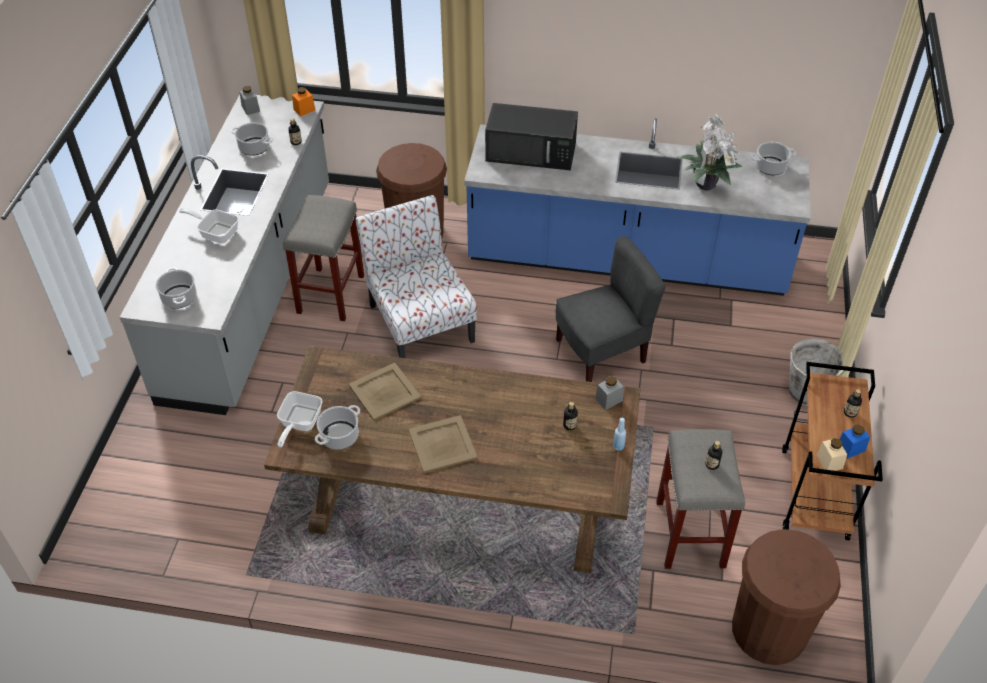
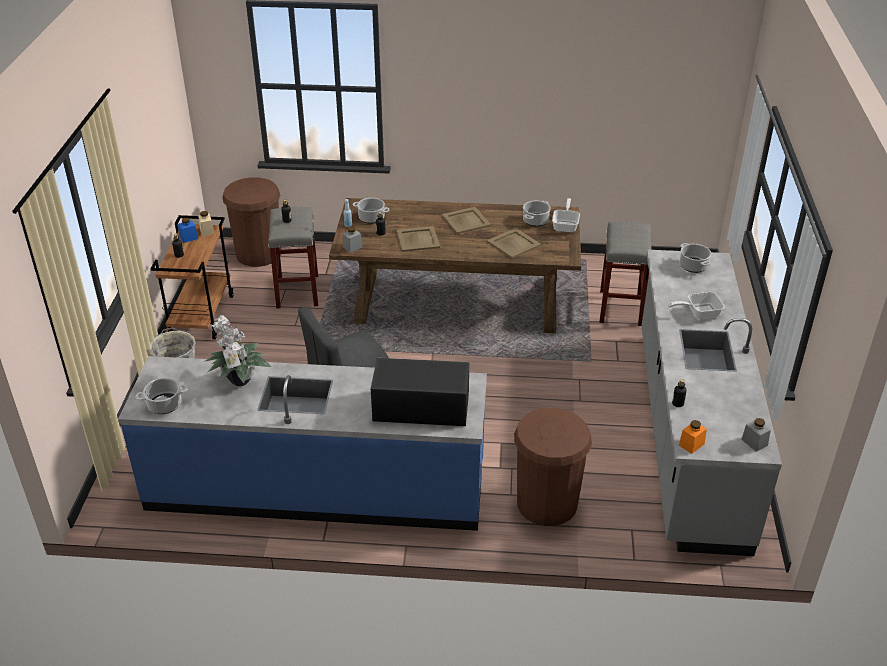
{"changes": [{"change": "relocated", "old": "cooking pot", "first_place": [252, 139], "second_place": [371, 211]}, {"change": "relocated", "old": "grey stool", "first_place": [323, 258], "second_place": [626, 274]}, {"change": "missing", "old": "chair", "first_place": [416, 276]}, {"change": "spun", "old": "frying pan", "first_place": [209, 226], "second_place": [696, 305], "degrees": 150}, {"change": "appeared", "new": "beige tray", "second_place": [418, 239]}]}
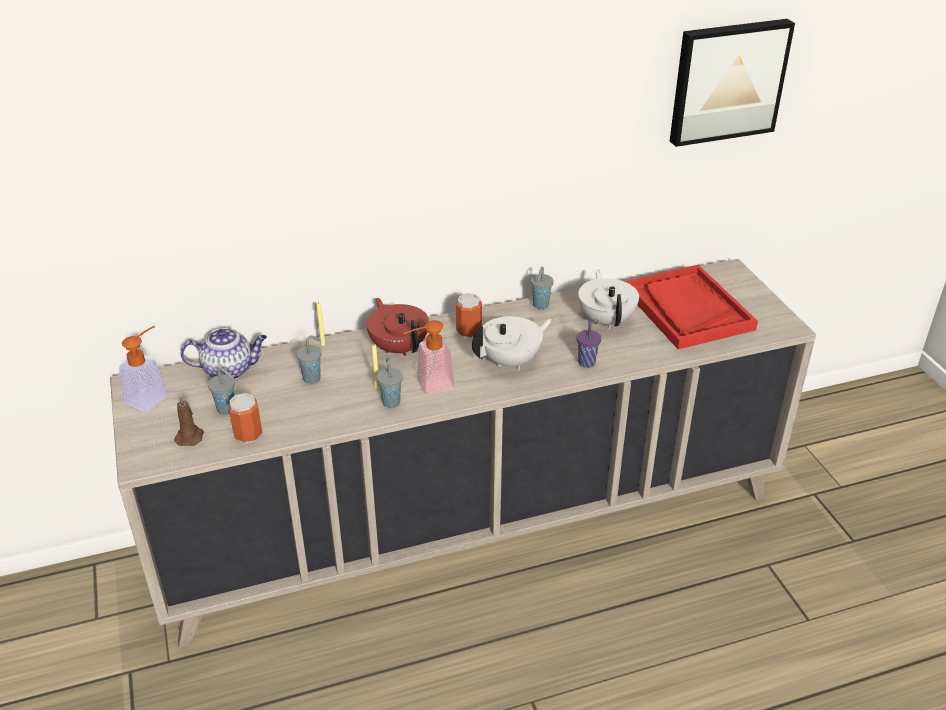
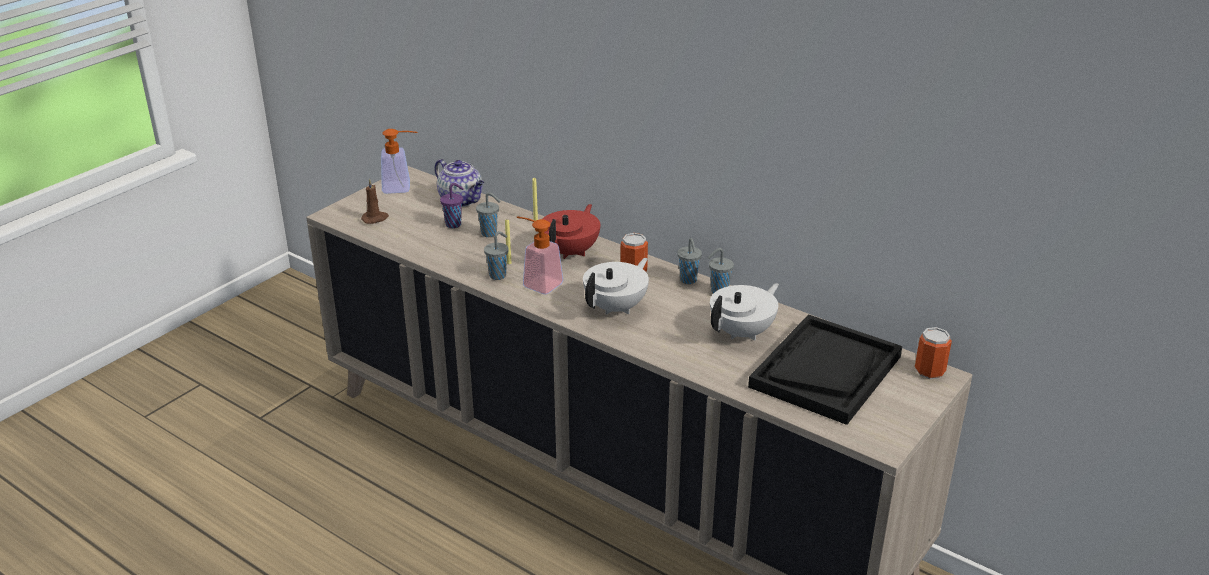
{"changes": [{"change": "missing", "old": "picture", "first_place": [732, 83]}, {"change": "colour", "old": "red tray", "new": "black tray", "first_place": [691, 307], "second_place": [825, 369]}, {"change": "spun", "old": "white teapot", "first_place": [512, 343], "second_place": [616, 286], "degrees": -75}, {"change": "relocated", "old": "purple cup", "first_place": [589, 343], "second_place": [452, 205]}, {"change": "relocated", "old": "grey cup", "first_place": [221, 391], "second_place": [689, 261]}, {"change": "relocated", "old": "can", "first_place": [245, 418], "second_place": [933, 353]}]}
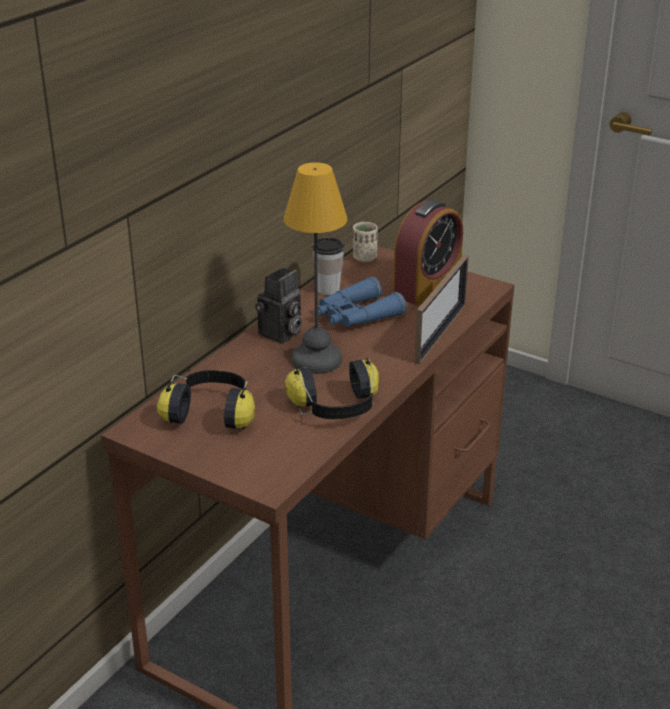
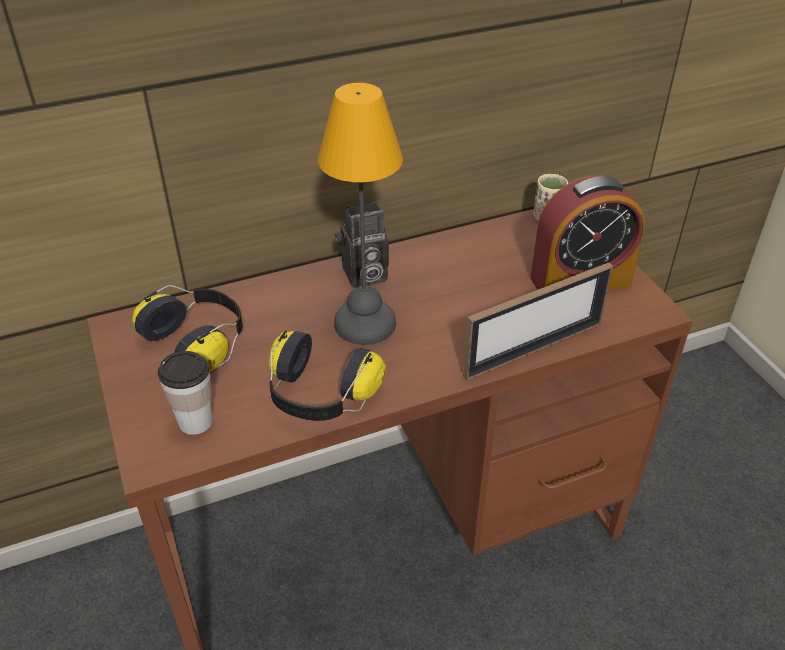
{"changes": [{"change": "relocated", "old": "cup", "first_place": [328, 266], "second_place": [185, 393]}, {"change": "missing", "old": "blue binoculars", "first_place": [362, 301]}]}
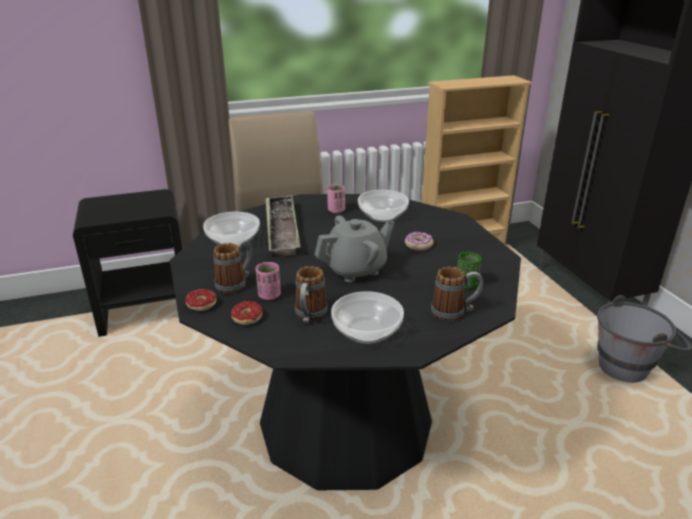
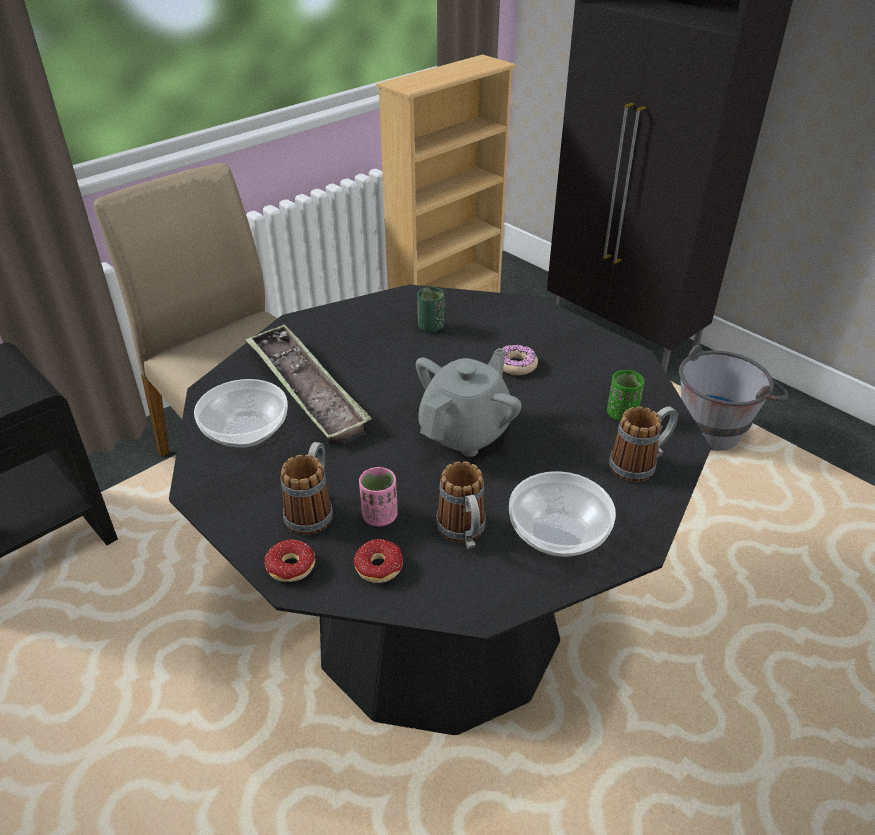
{"changes": [{"change": "missing", "old": "pink cup", "first_place": [336, 198]}, {"change": "exchanged", "old": "bowl", "new": "green cup", "first_place": [383, 206], "second_place": [431, 309]}]}
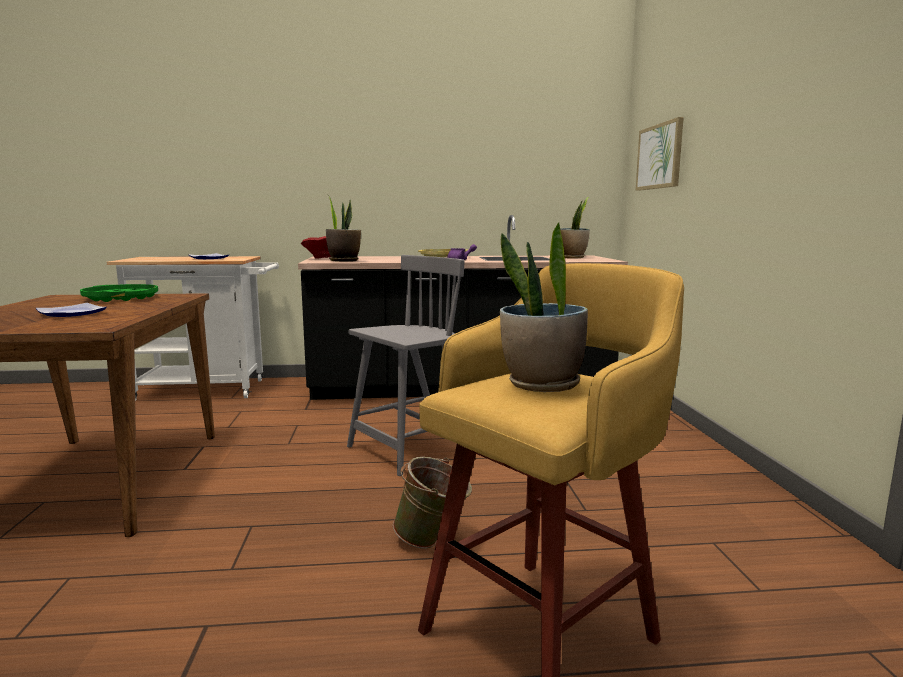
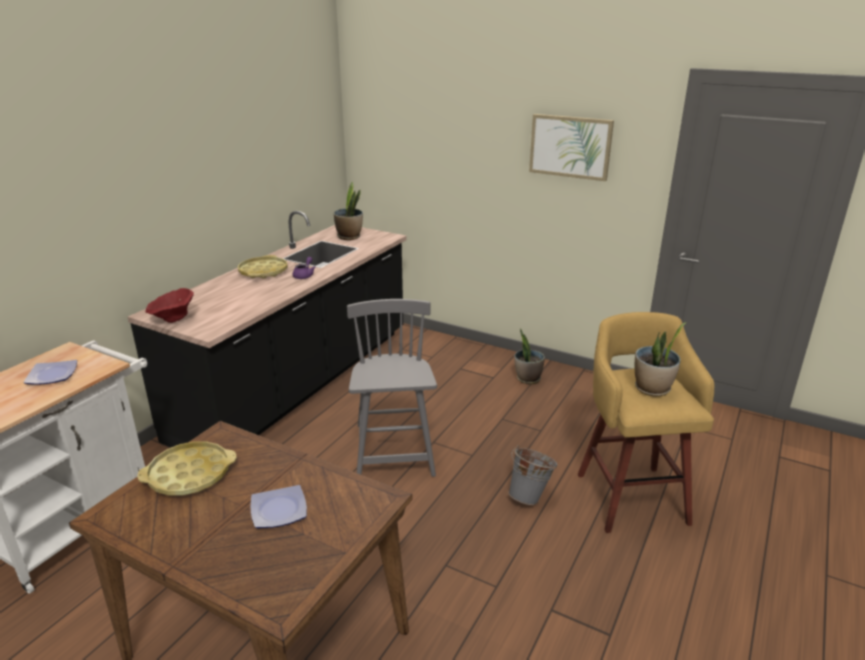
{"changes": [{"change": "relocated", "old": "picture", "first_place": [659, 154], "second_place": [571, 147]}, {"change": "relocated", "old": "potted plant", "first_place": [343, 228], "second_place": [529, 356]}, {"change": "colour", "old": "green tray", "new": "yellow tray", "first_place": [119, 293], "second_place": [187, 468]}, {"change": "colour", "old": "green bucket", "new": "grey bucket", "first_place": [432, 502], "second_place": [532, 475]}]}
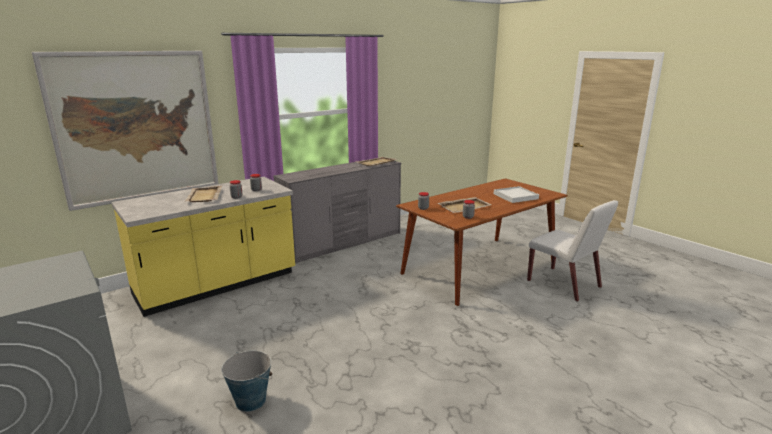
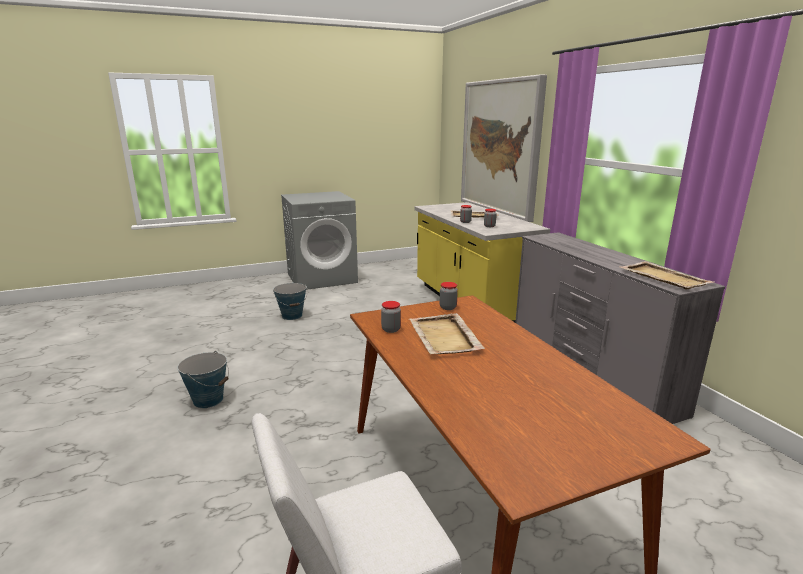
{"changes": [{"change": "missing", "old": "white tray", "first_place": [516, 194]}, {"change": "appeared", "new": "bucket", "second_place": [203, 379]}]}
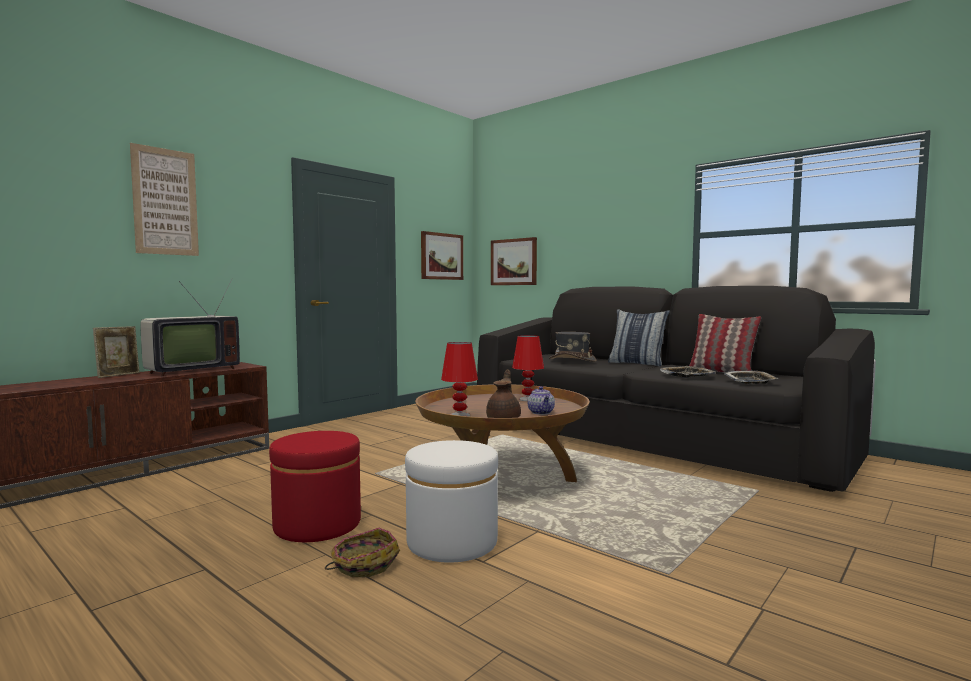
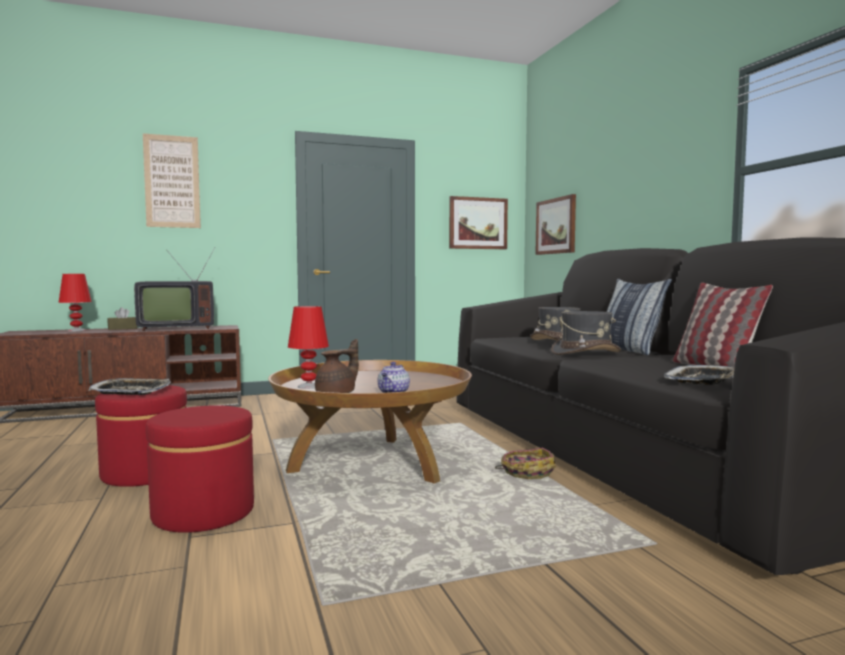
{"changes": [{"change": "exchanged", "old": "picture frame", "new": "brown tissue box", "first_place": [116, 352], "second_place": [122, 318]}, {"change": "relocated", "old": "red table lamp", "first_place": [528, 368], "second_place": [75, 302]}, {"change": "relocated", "old": "tray", "first_place": [688, 372], "second_place": [129, 386]}, {"change": "colour", "old": "white ottoman", "new": "red ottoman", "first_place": [451, 501], "second_place": [200, 469]}, {"change": "relocated", "old": "basket", "first_place": [362, 552], "second_place": [525, 463]}, {"change": "appeared", "new": "grey hat", "second_place": [586, 333]}]}
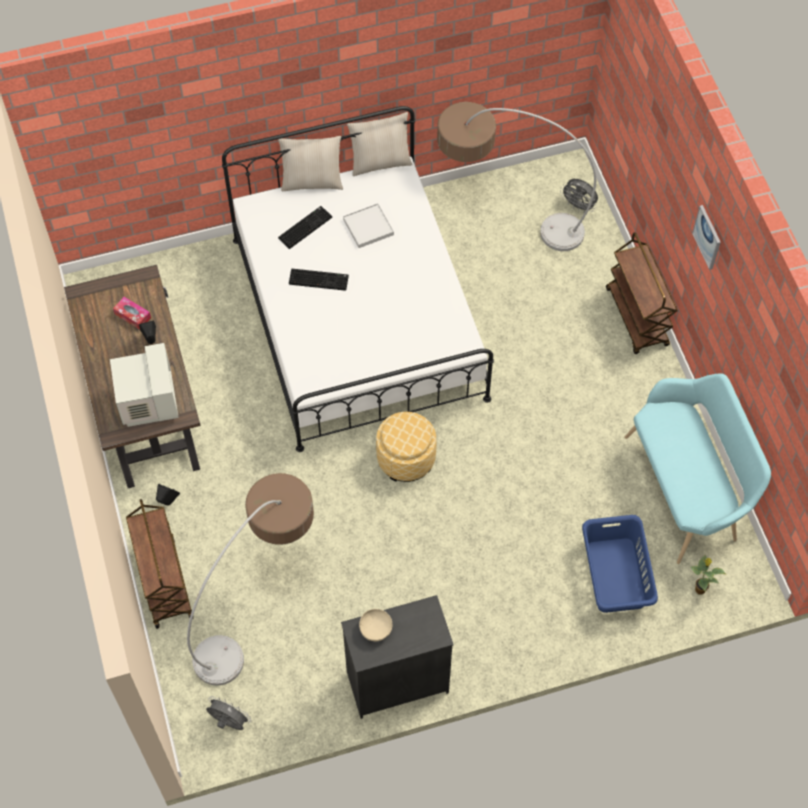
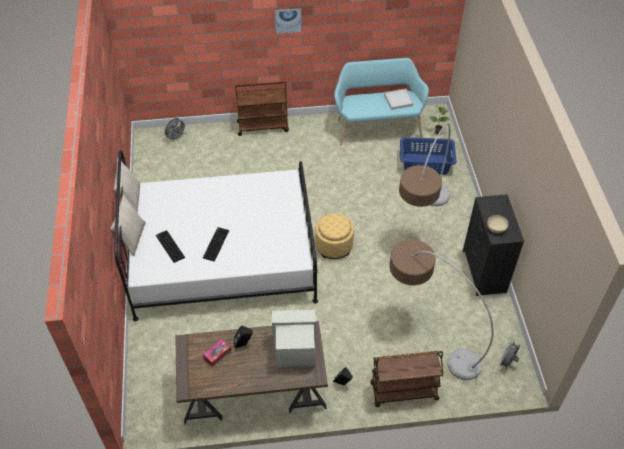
{"changes": [{"change": "relocated", "old": "floor lamp", "first_place": [516, 176], "second_place": [424, 165]}, {"change": "relocated", "old": "white tray", "first_place": [368, 225], "second_place": [399, 99]}]}
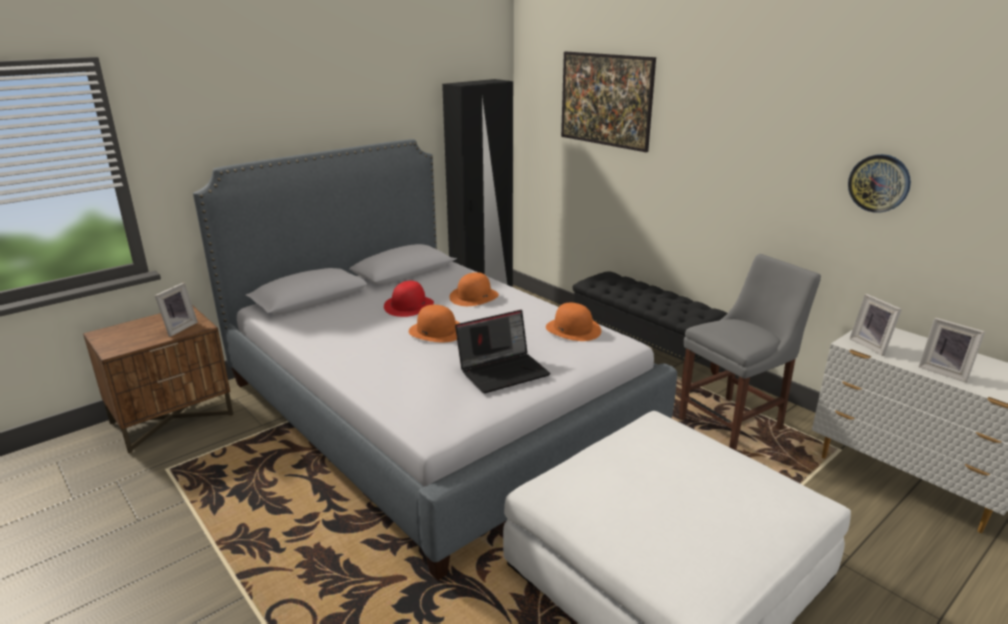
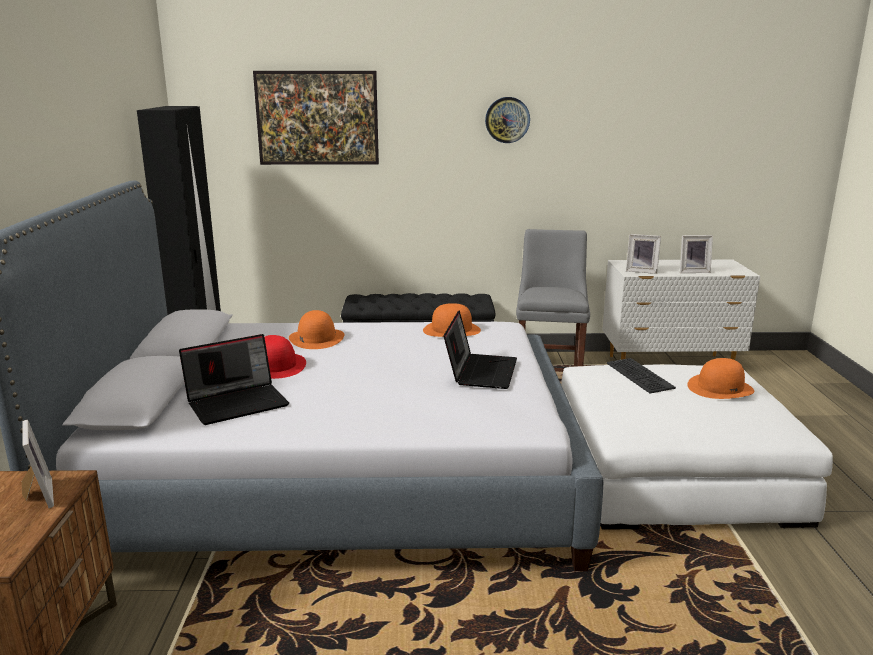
{"changes": [{"change": "relocated", "old": "wall clock", "first_place": [879, 183], "second_place": [507, 120]}, {"change": "relocated", "old": "orange hat", "first_place": [434, 323], "second_place": [720, 378]}, {"change": "appeared", "new": "laptop", "second_place": [234, 379]}, {"change": "appeared", "new": "keyboard", "second_place": [641, 375]}]}
